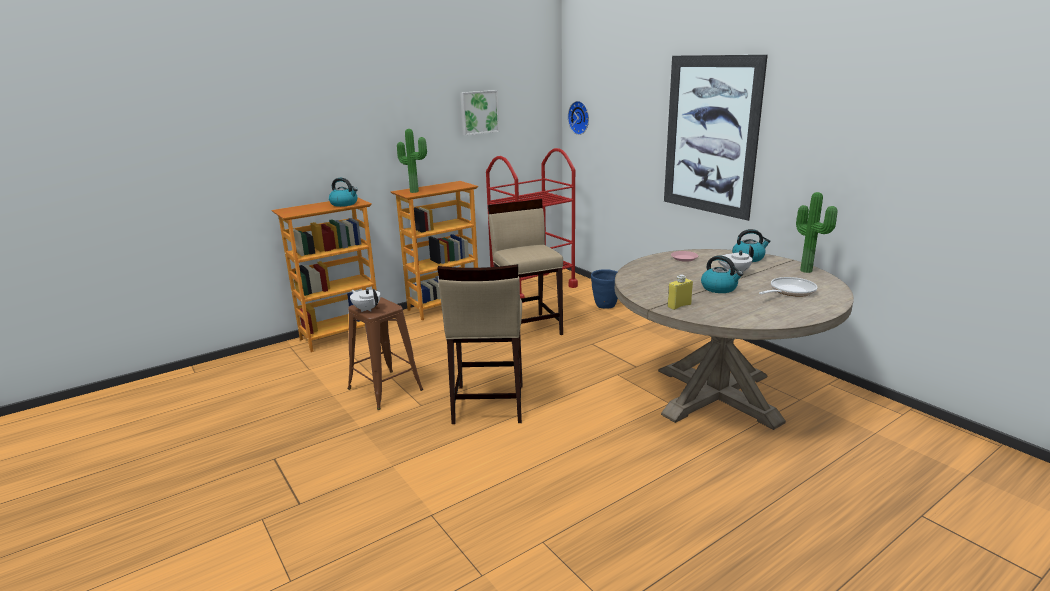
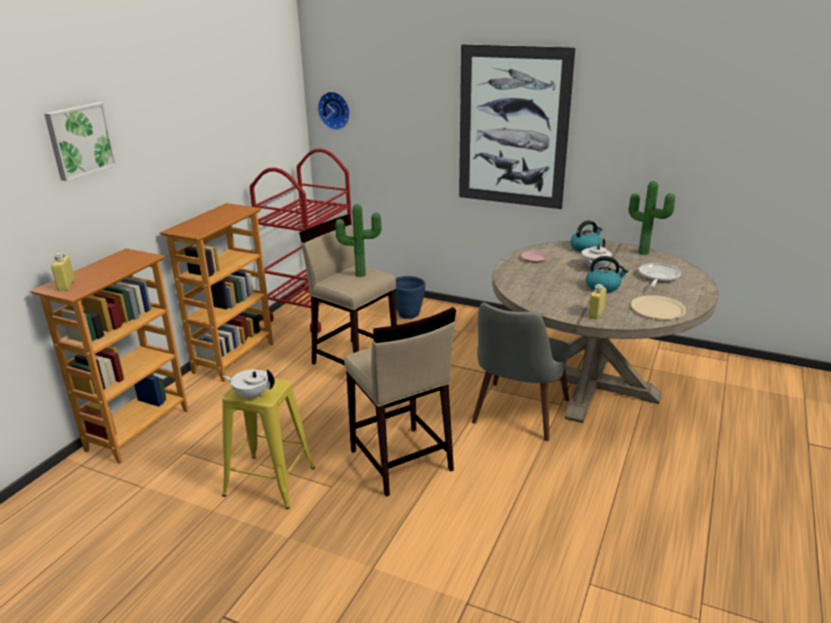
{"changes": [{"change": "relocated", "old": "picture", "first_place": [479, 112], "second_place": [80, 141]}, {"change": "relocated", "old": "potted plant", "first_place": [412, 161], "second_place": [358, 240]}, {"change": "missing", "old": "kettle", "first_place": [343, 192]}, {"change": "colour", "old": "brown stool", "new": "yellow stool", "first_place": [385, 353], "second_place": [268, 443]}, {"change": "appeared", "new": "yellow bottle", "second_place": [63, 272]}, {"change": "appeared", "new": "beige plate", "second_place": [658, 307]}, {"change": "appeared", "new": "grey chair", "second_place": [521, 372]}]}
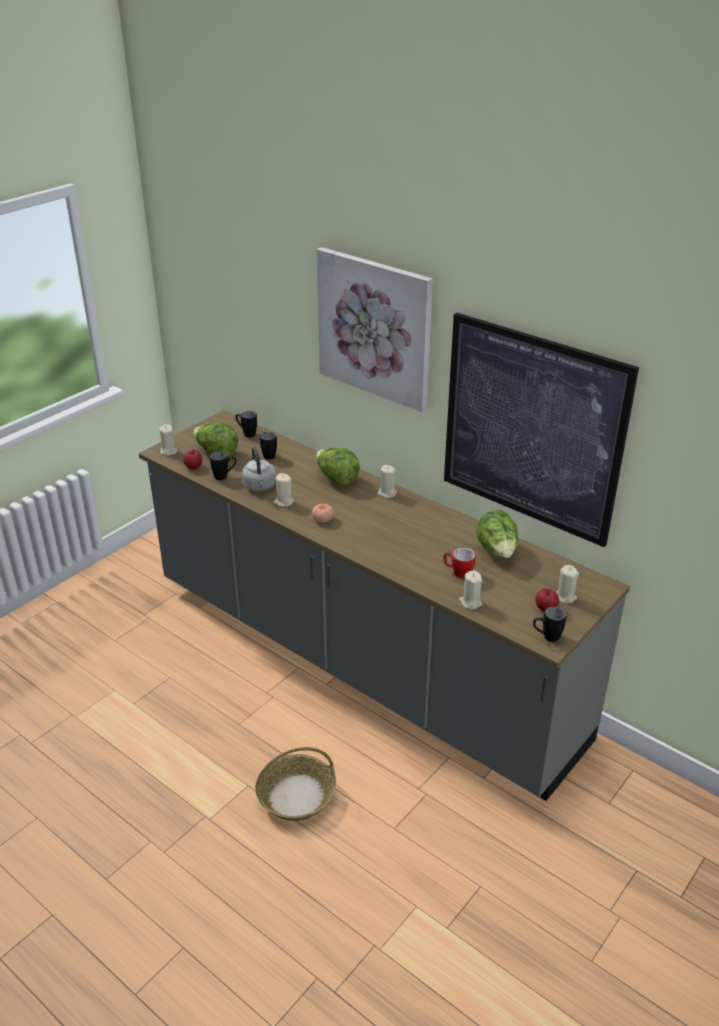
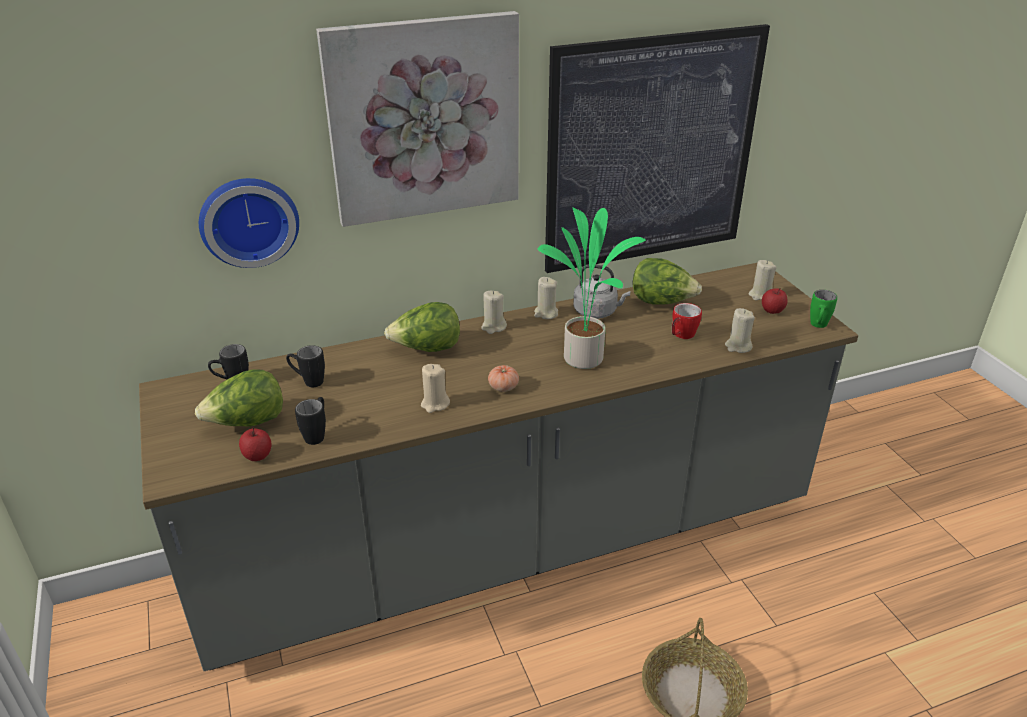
{"changes": [{"change": "relocated", "old": "beige candle", "first_place": [168, 440], "second_place": [546, 298]}, {"change": "relocated", "old": "grey kettle", "first_place": [259, 469], "second_place": [601, 291]}, {"change": "colour", "old": "black mug", "new": "green mug", "first_place": [550, 624], "second_place": [823, 309]}, {"change": "appeared", "new": "wall clock", "second_place": [249, 223]}, {"change": "appeared", "new": "potted plant", "second_place": [592, 288]}]}
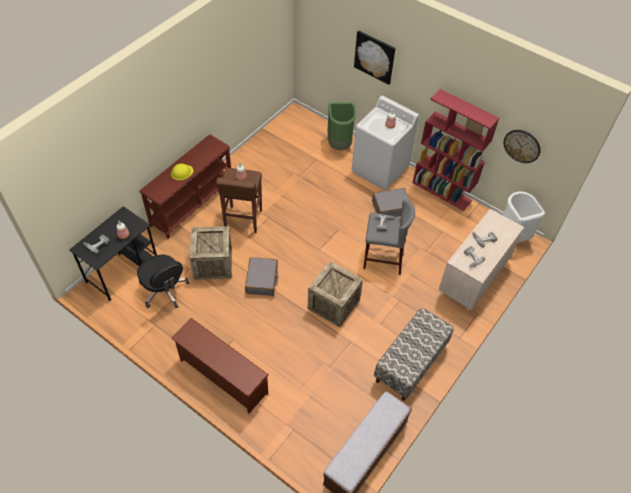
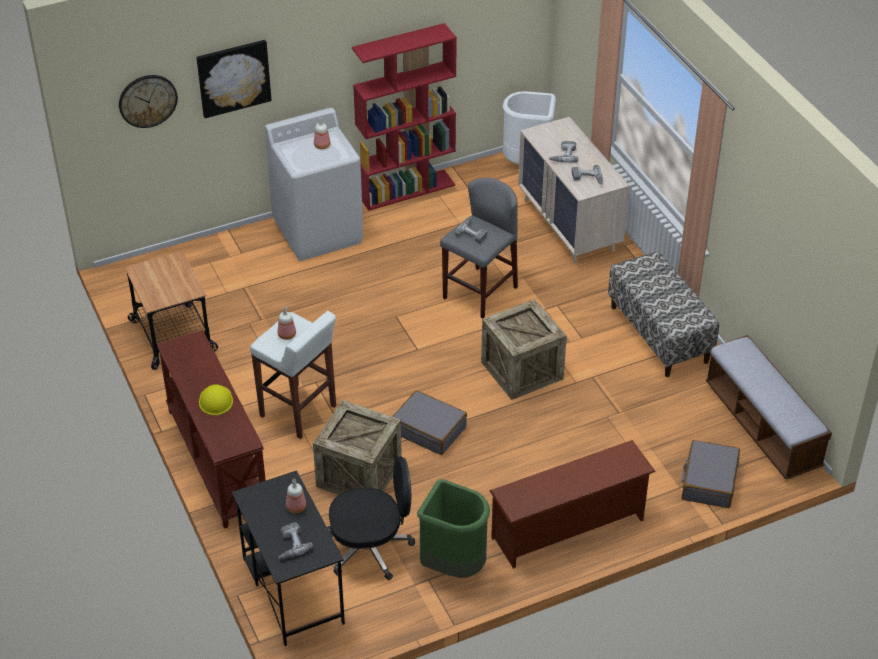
{"changes": [{"change": "relocated", "old": "green trash can", "first_place": [341, 126], "second_place": [453, 528]}, {"change": "relocated", "old": "wall clock", "first_place": [522, 146], "second_place": [148, 101]}, {"change": "colour", "old": "brown stool", "new": "white stool", "first_place": [239, 200], "second_place": [293, 375]}, {"change": "relocated", "old": "grey suitcase", "first_place": [391, 202], "second_place": [711, 474]}, {"change": "appeared", "new": "cart", "second_place": [171, 310]}]}
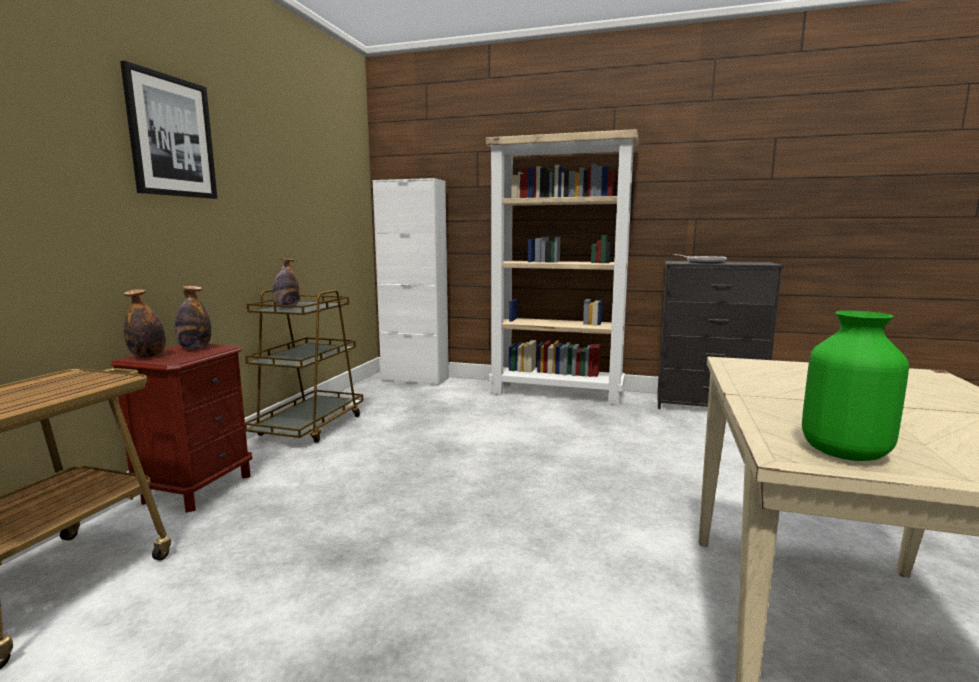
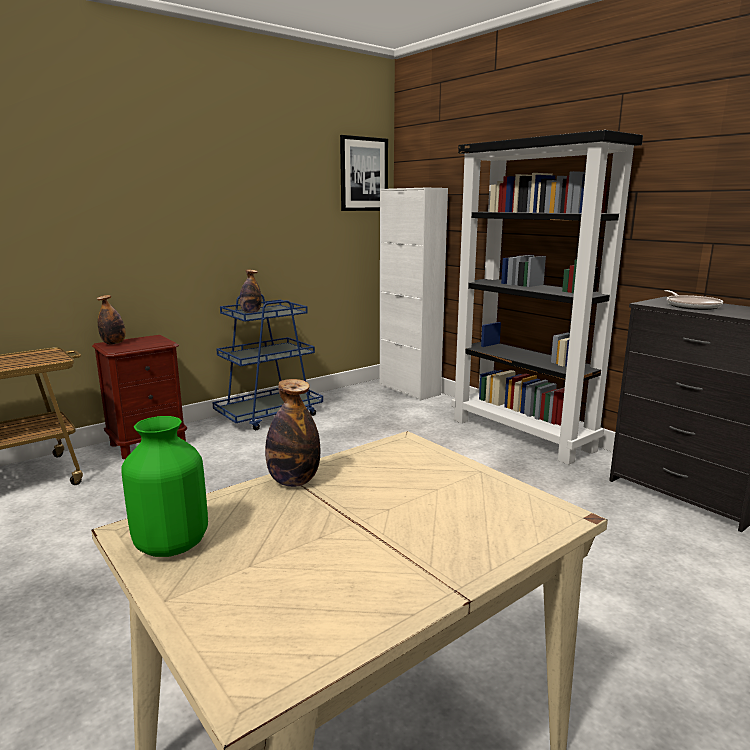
{"changes": [{"change": "relocated", "old": "picture", "first_place": [168, 130], "second_place": [364, 173]}, {"change": "colour", "old": "beige bookcase", "new": "black bookcase", "first_place": [562, 267], "second_place": [547, 297]}, {"change": "relocated", "old": "bottle", "first_place": [193, 317], "second_place": [292, 433]}, {"change": "colour", "old": "brown cart", "new": "blue cart", "first_place": [304, 366], "second_place": [267, 362]}]}
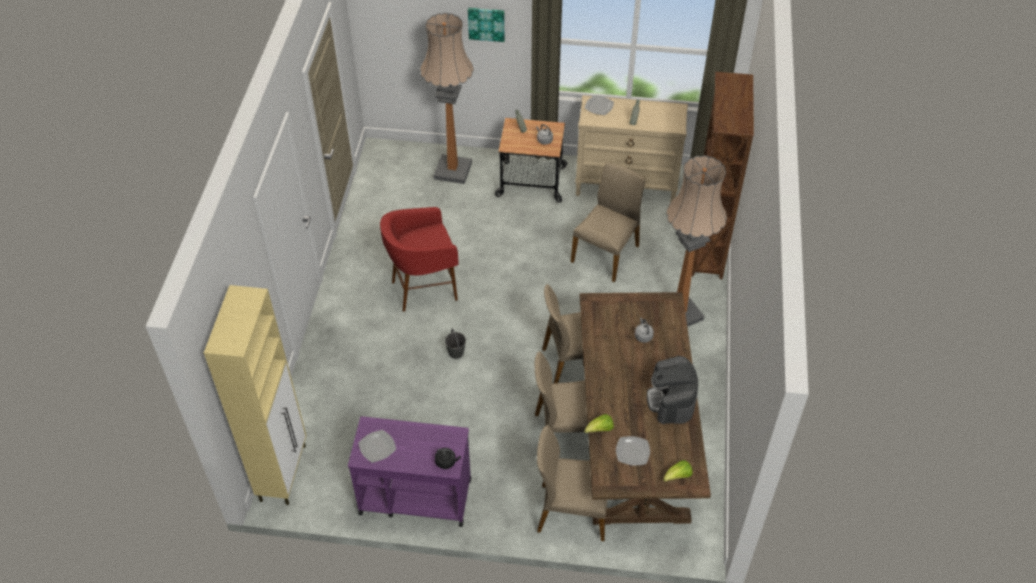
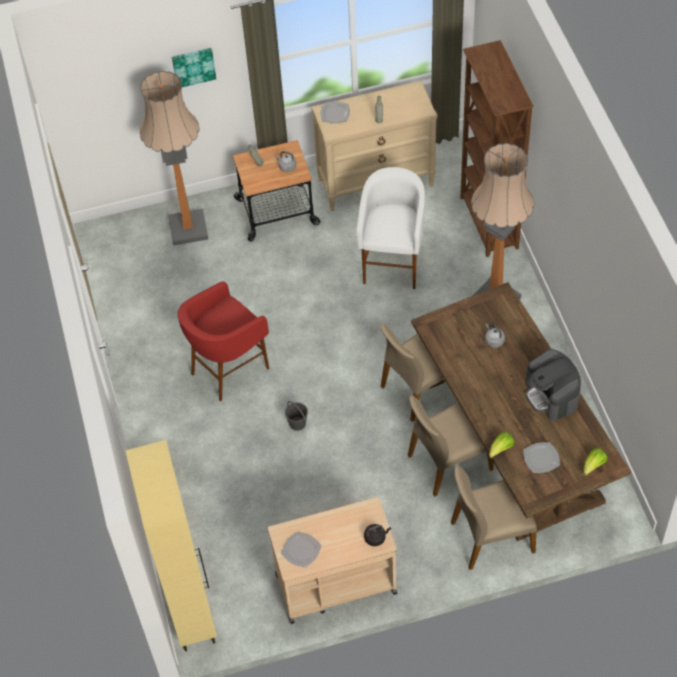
{"changes": [{"change": "exchanged", "old": "beige chair", "new": "white stool", "first_place": [608, 222], "second_place": [391, 228]}, {"change": "colour", "old": "purple cart", "new": "beige cart", "first_place": [409, 471], "second_place": [332, 560]}]}
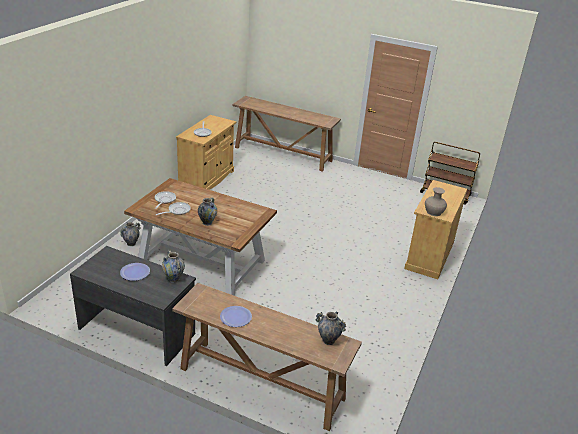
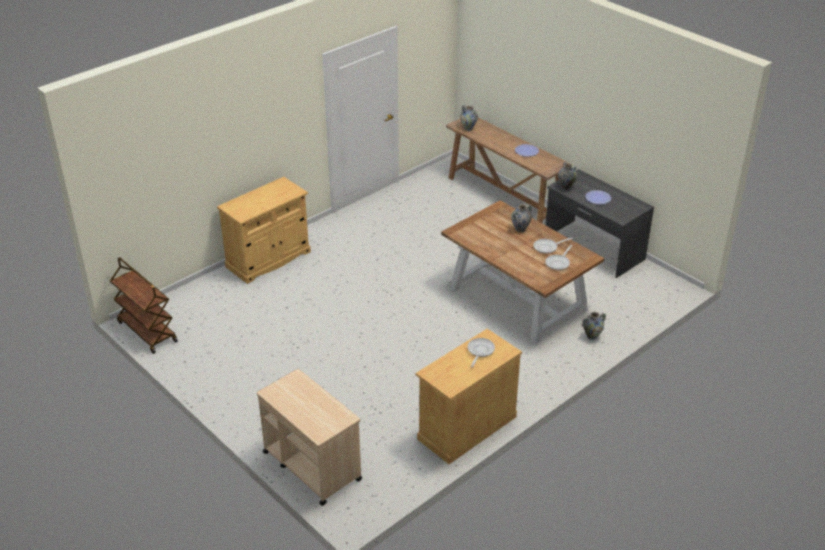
{"changes": [{"change": "exchanged", "old": "brown console table", "new": "beige cart", "first_place": [286, 134], "second_place": [309, 437]}, {"change": "missing", "old": "beige vase", "first_place": [436, 201]}]}
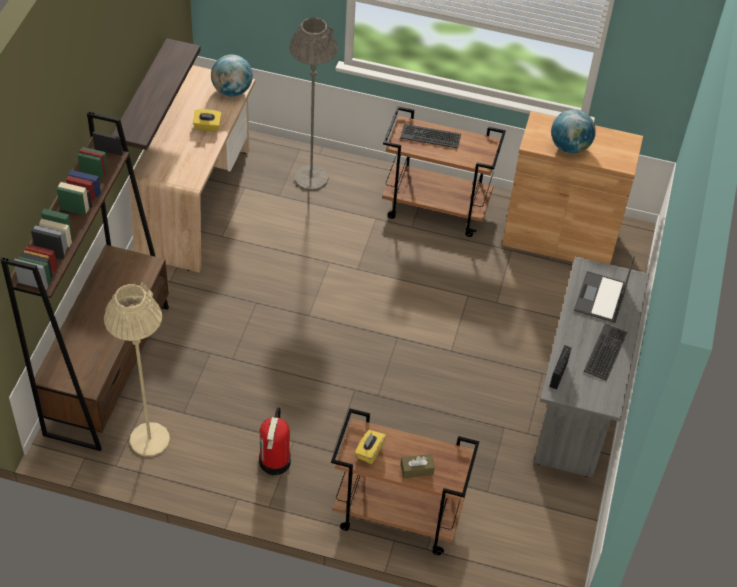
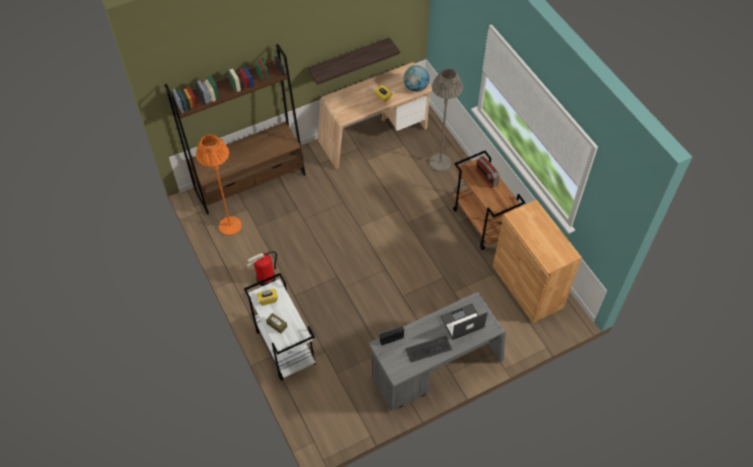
{"changes": [{"change": "missing", "old": "globe", "first_place": [573, 131]}, {"change": "exchanged", "old": "keyboard", "new": "radio", "first_place": [430, 136], "second_place": [488, 172]}, {"change": "colour", "old": "beige floor lamp", "new": "orange floor lamp", "first_place": [137, 369], "second_place": [219, 185]}, {"change": "colour", "old": "brown cart", "new": "white cart", "first_place": [405, 481], "second_place": [280, 327]}]}
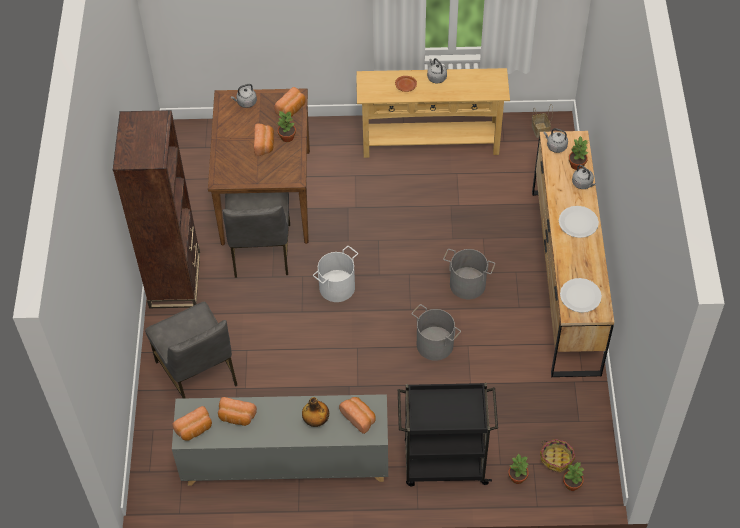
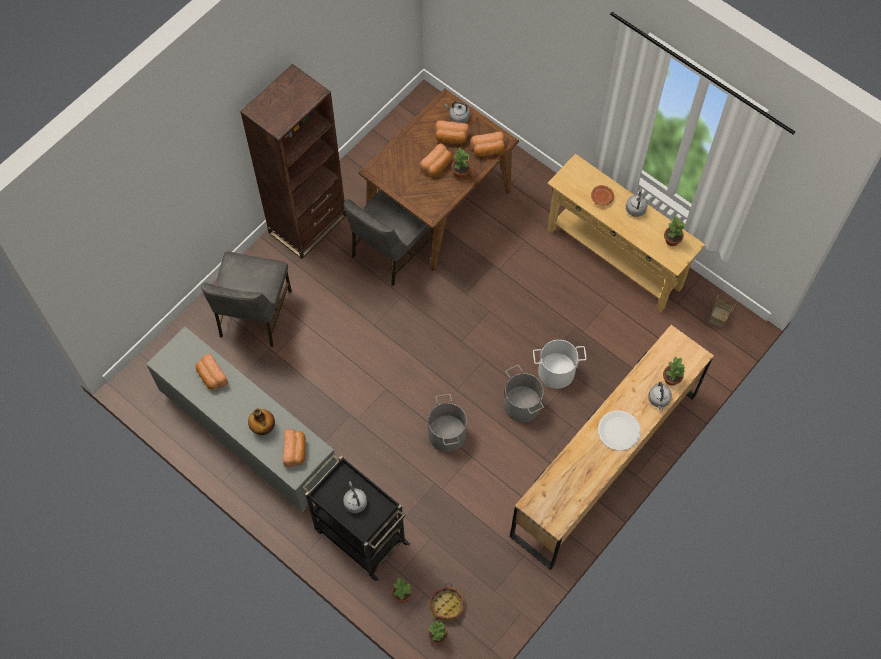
{"changes": [{"change": "relocated", "old": "grey kettle", "first_place": [555, 140], "second_place": [355, 497]}, {"change": "relocated", "old": "white bucket", "first_place": [335, 274], "second_place": [559, 364]}, {"change": "missing", "old": "white plate", "first_place": [581, 295]}, {"change": "relocated", "old": "bread", "first_place": [192, 423], "second_place": [452, 132]}, {"change": "appeared", "new": "potted plant", "second_place": [675, 231]}]}
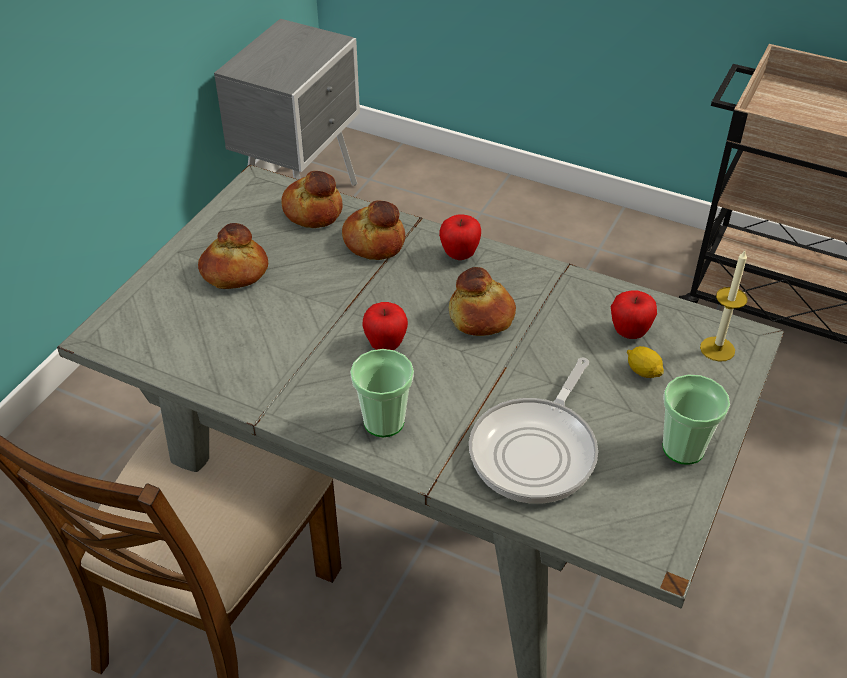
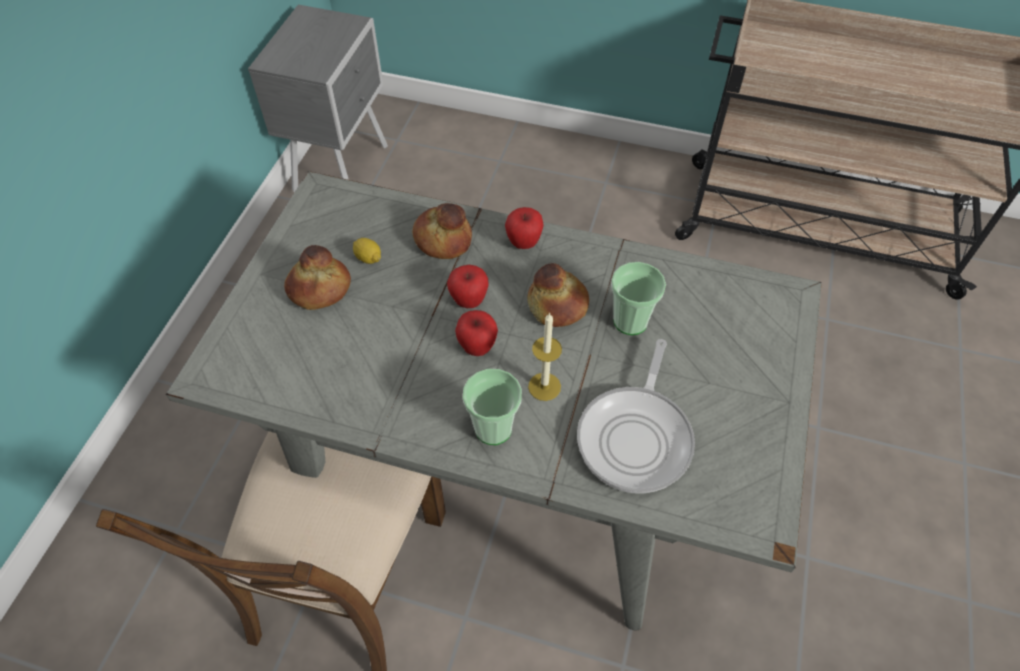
{"changes": [{"change": "missing", "old": "bread", "first_place": [312, 199]}, {"change": "relocated", "old": "candle", "first_place": [724, 306], "second_place": [545, 356]}, {"change": "relocated", "old": "apple", "first_place": [634, 314], "second_place": [468, 286]}, {"change": "relocated", "old": "lemon", "first_place": [645, 362], "second_place": [367, 251]}, {"change": "relocated", "old": "cup", "first_place": [696, 420], "second_place": [638, 298]}]}
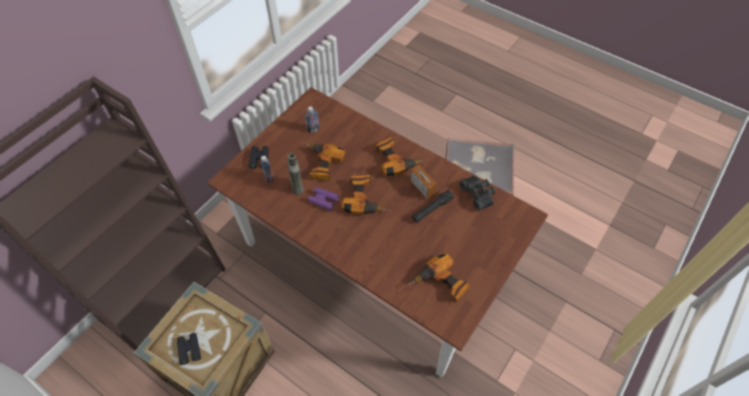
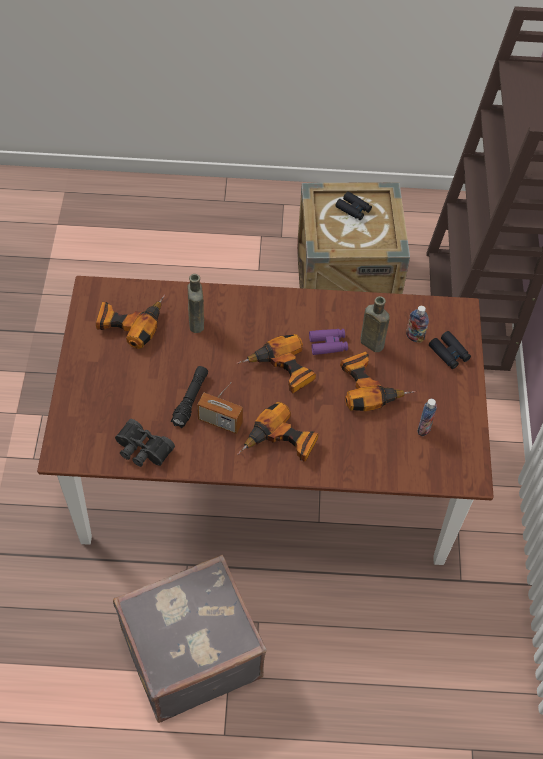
{"changes": [{"change": "appeared", "new": "brown bottle", "second_place": [196, 303]}]}
